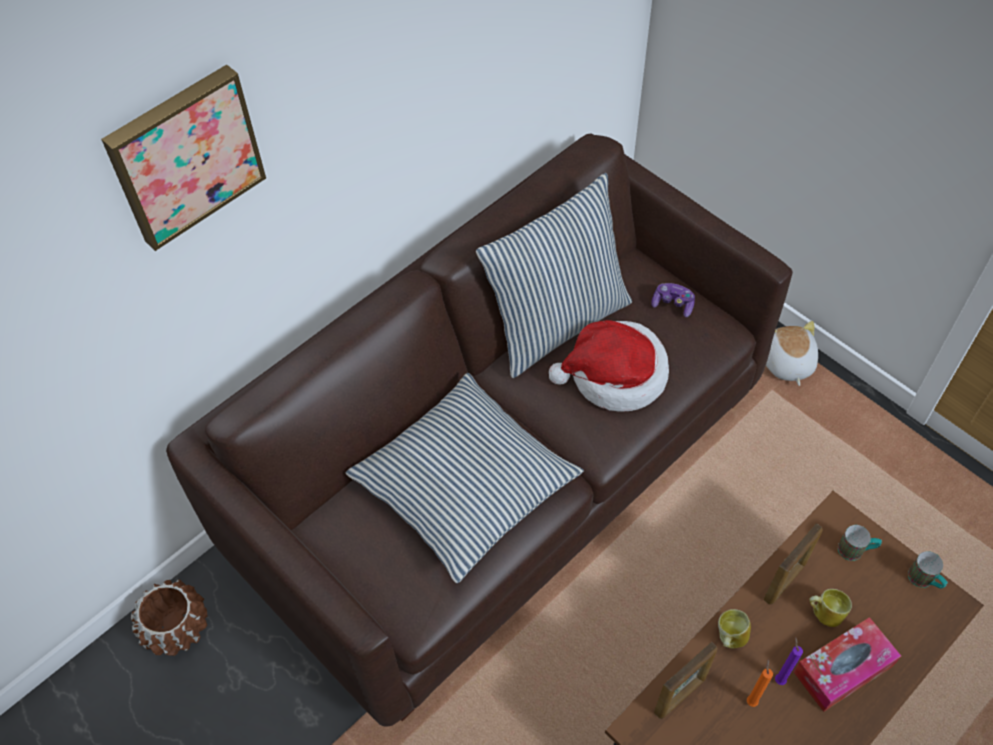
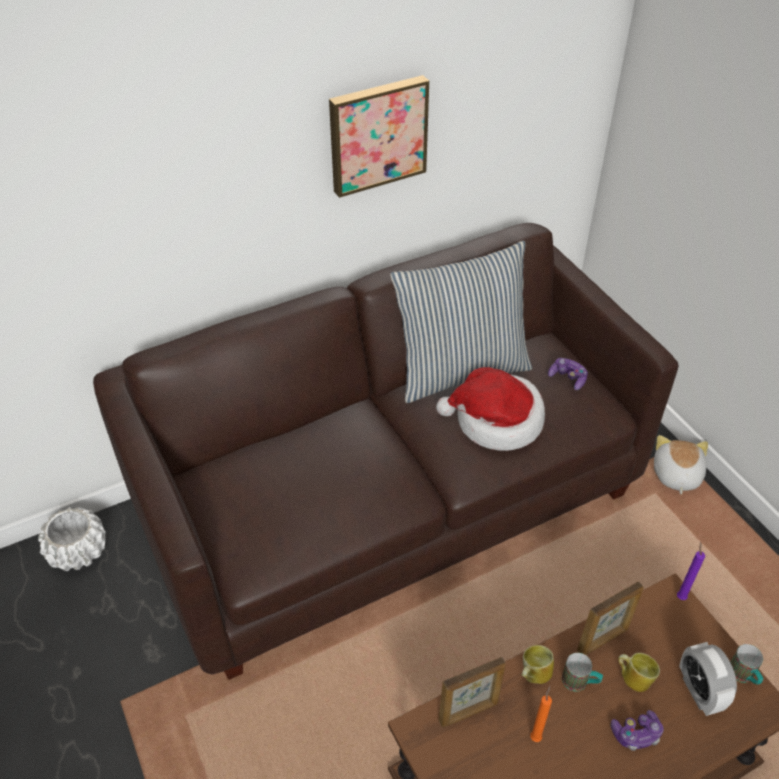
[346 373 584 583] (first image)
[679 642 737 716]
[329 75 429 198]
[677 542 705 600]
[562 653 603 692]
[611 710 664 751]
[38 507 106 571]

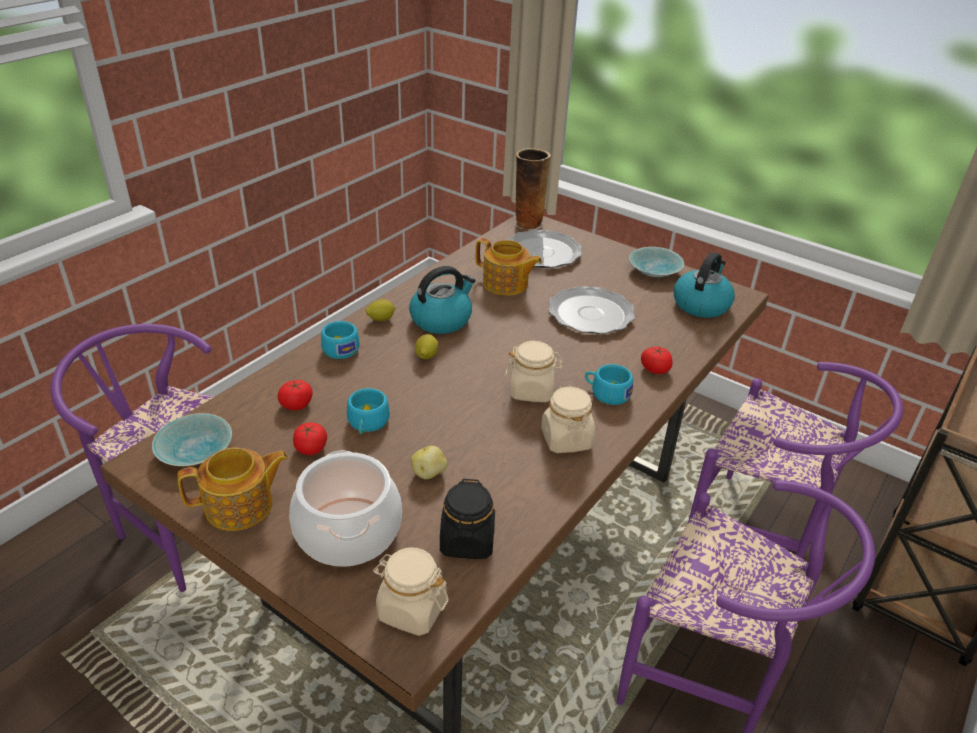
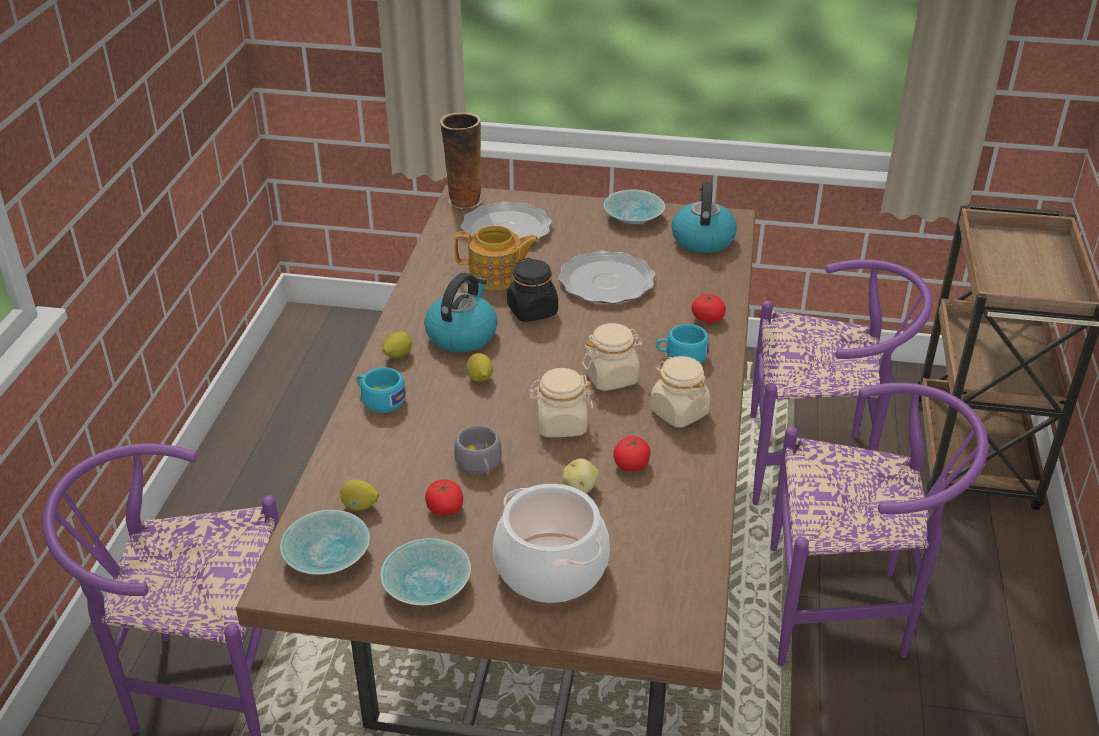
[340 480 379 511]
[614 436 651 471]
[529 368 593 437]
[507 258 558 322]
[380 538 471 605]
[454 425 502 476]

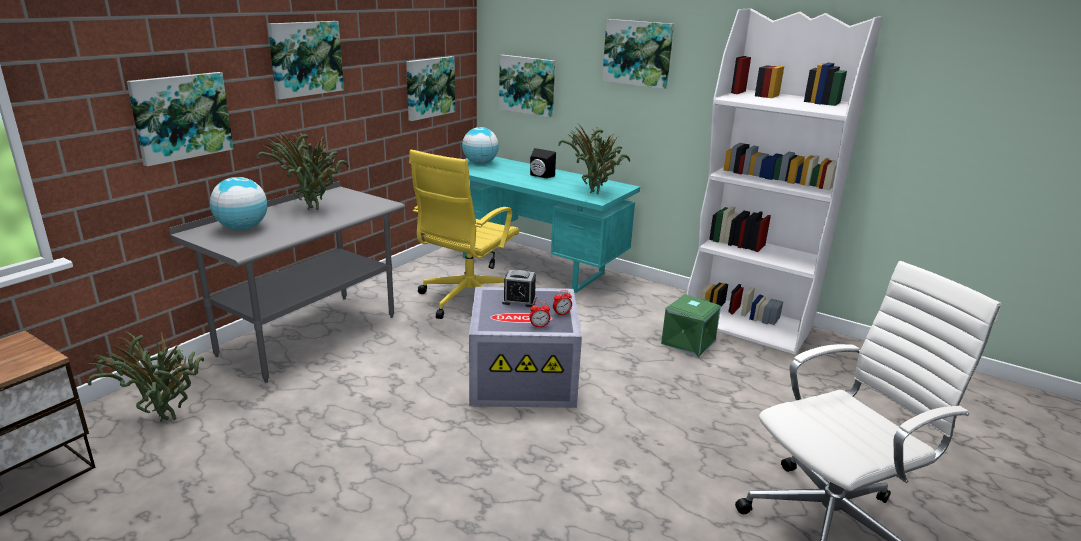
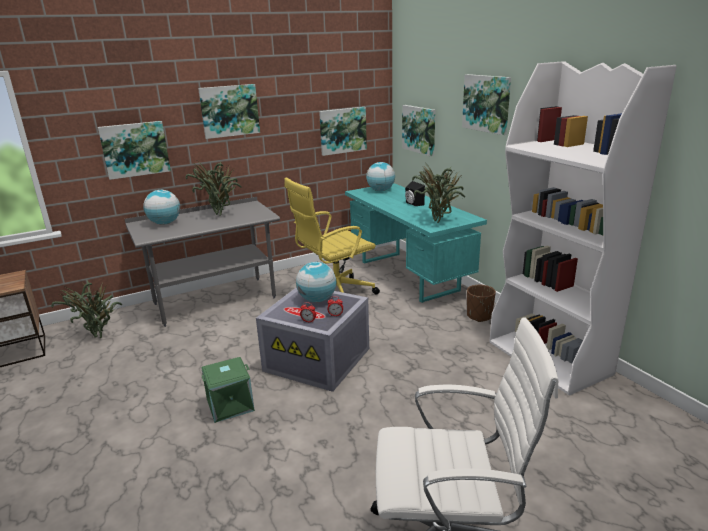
[467 285 496 322]
[201 357 255 423]
[296 262 336 302]

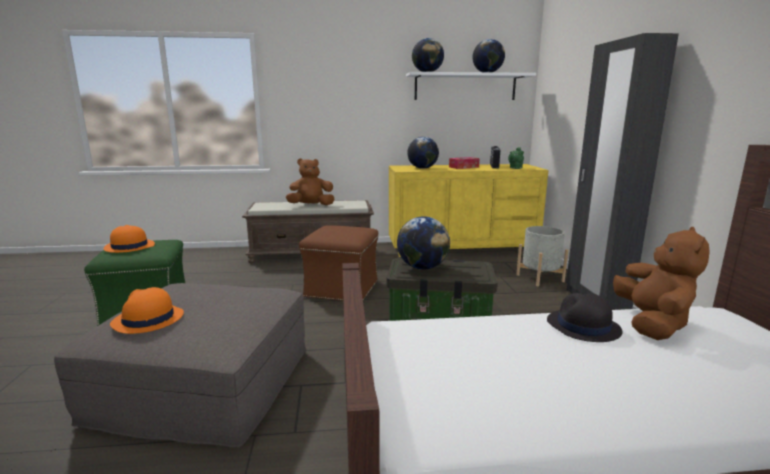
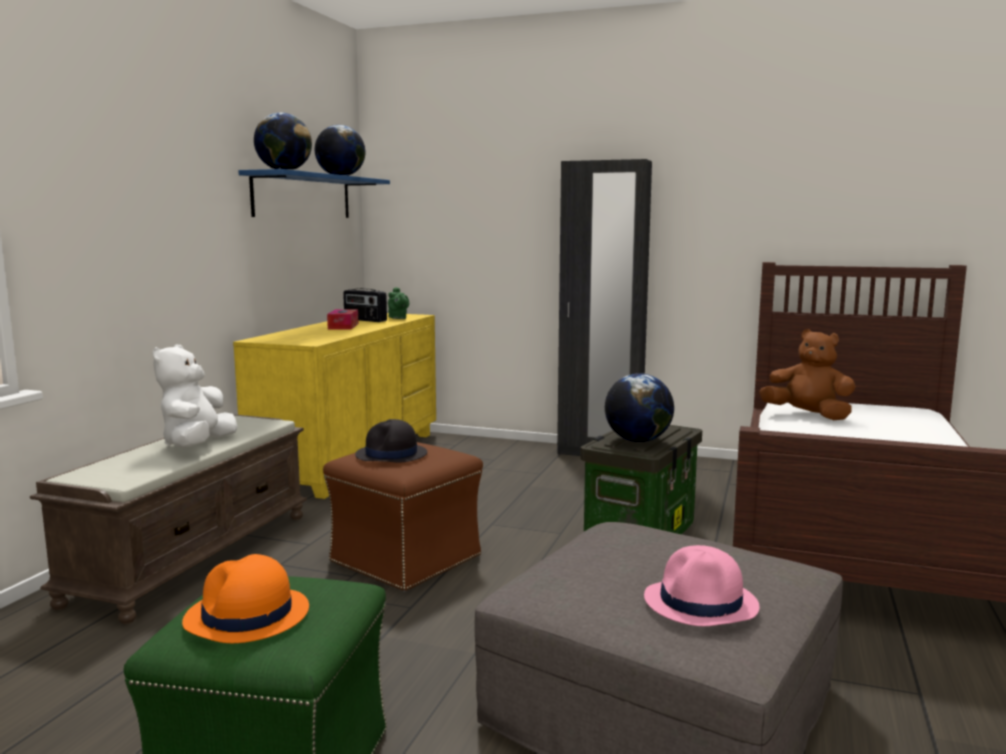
[407 137 439 169] (first image)
[516 226 568 286] (first image)
[355 419 427 462]
[644 545 760 626]
[153 344 237 447]
[239 169 390 218]

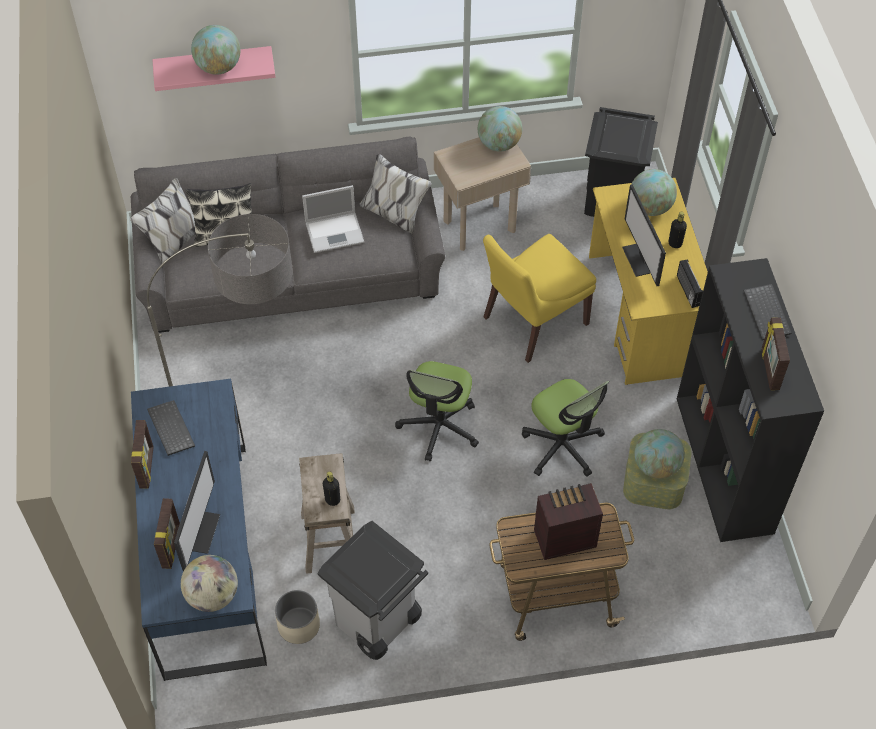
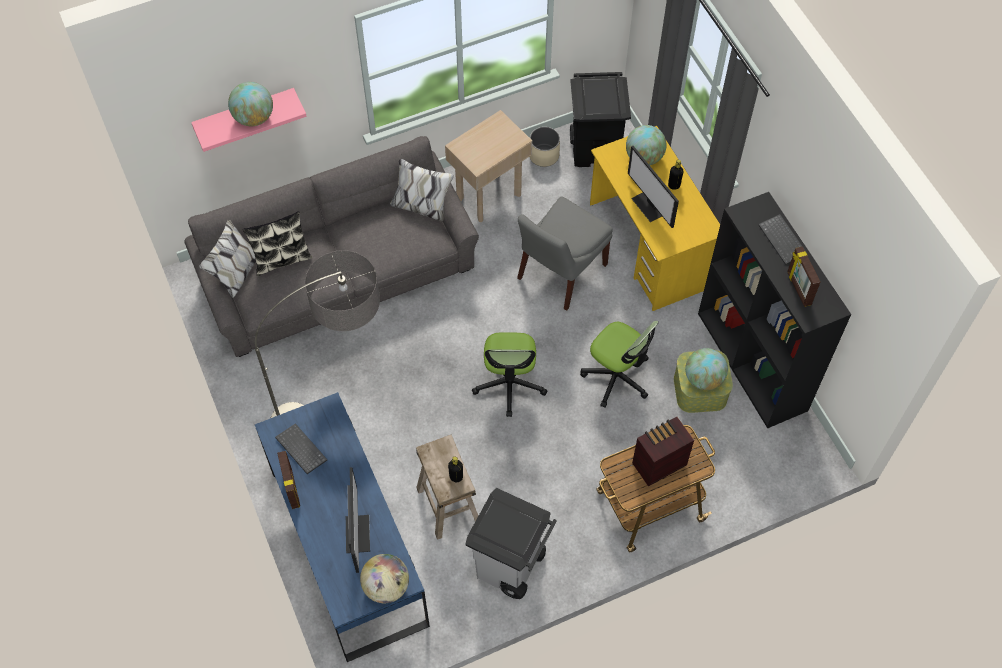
[154 498 180 569] (first image)
[302 185 364 253] (first image)
[478 106 522 152] (first image)
[677 259 703 308] (first image)
[530 127 560 167]
[517 196 613 311]

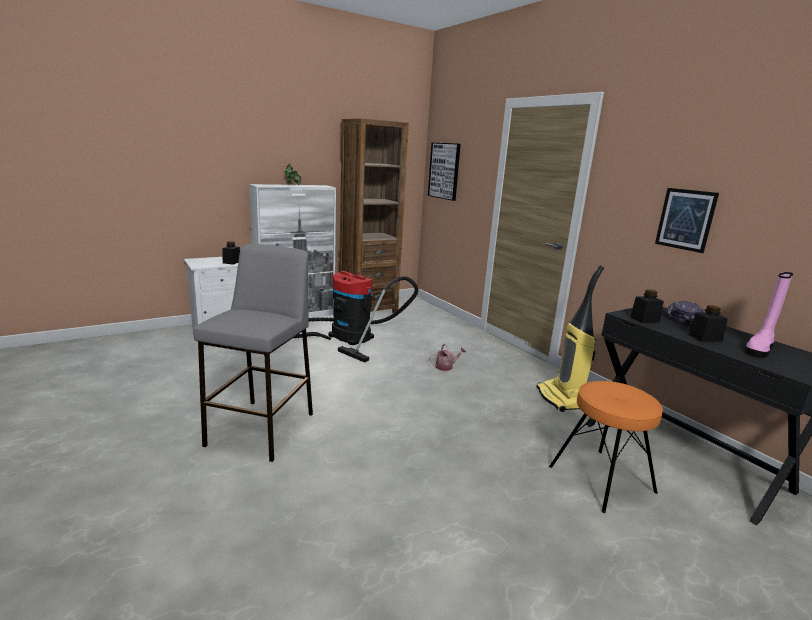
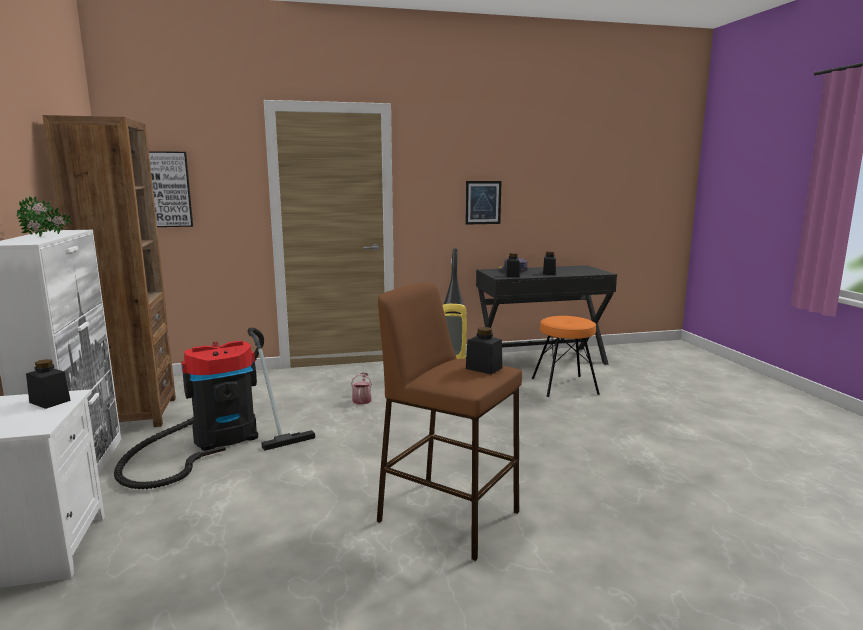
[744 272 793 358] (first image)
[466 327 502 374]
[377 282 522 561]

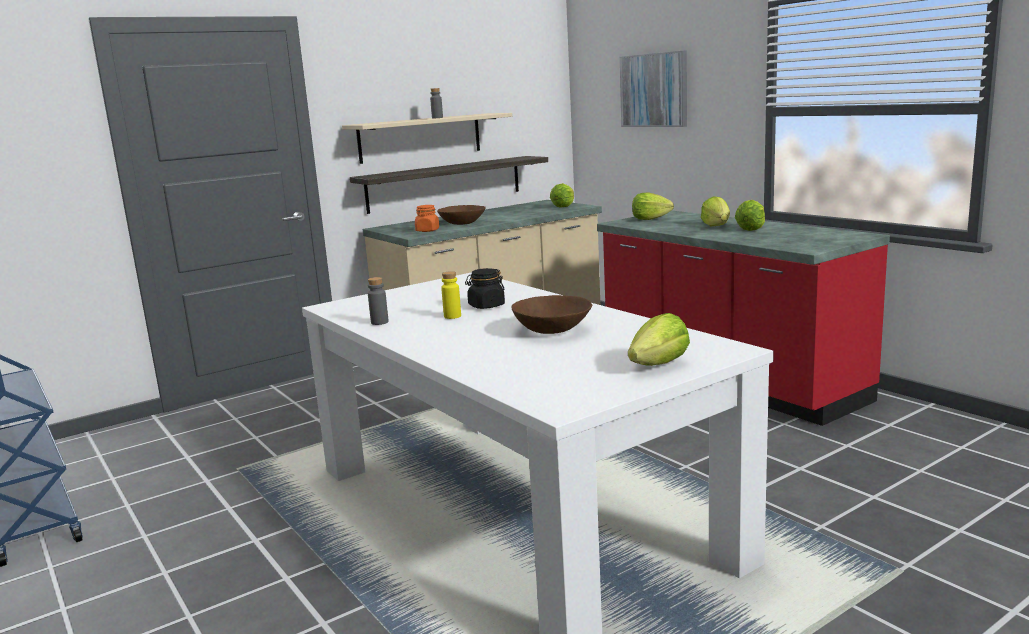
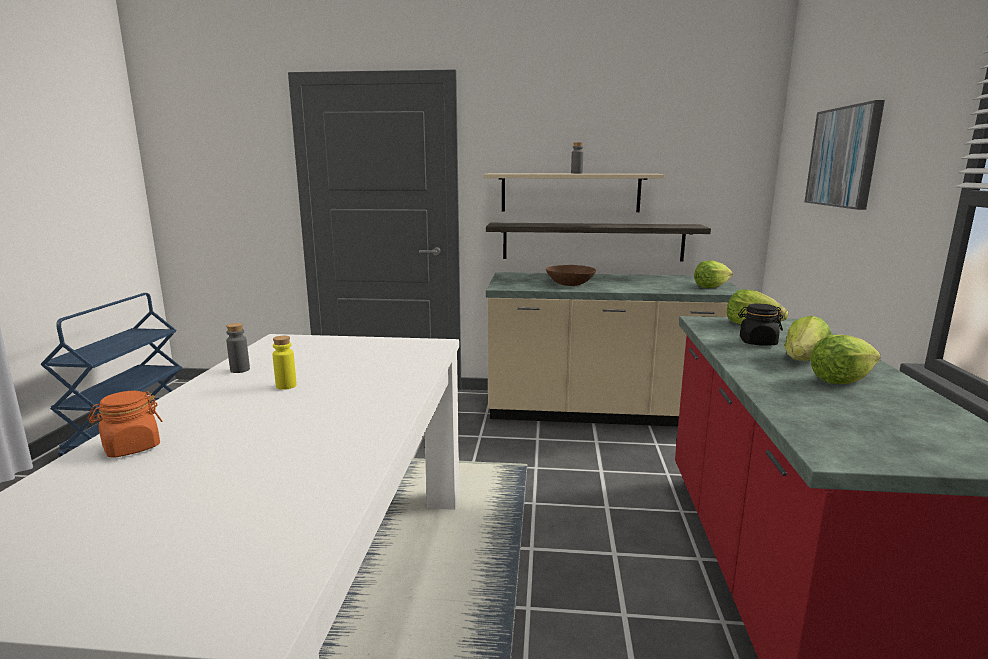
[512 295 592 334] (first image)
[628 313 690 366] (first image)
[88 391 163 457]
[738 303 783 346]

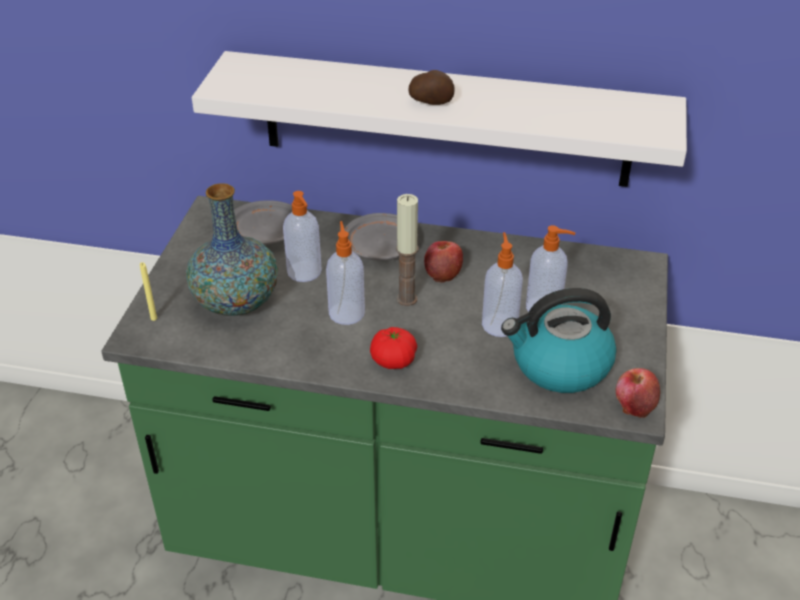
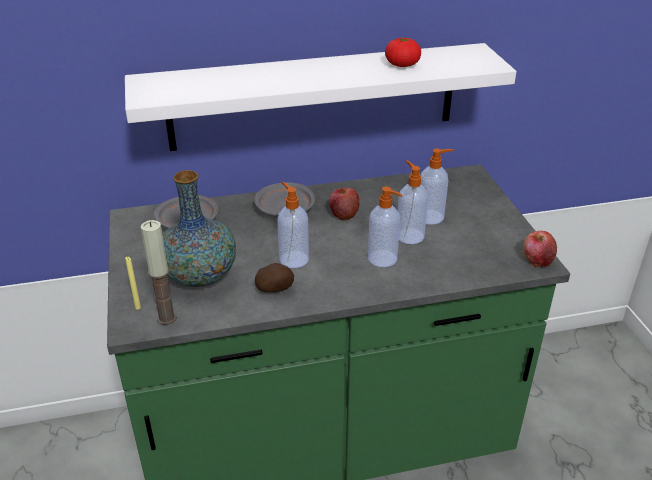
[501 288 616 393] (first image)
[368 187 403 267]
[385 37 421 67]
[141 220 177 325]
[255 263 294 292]

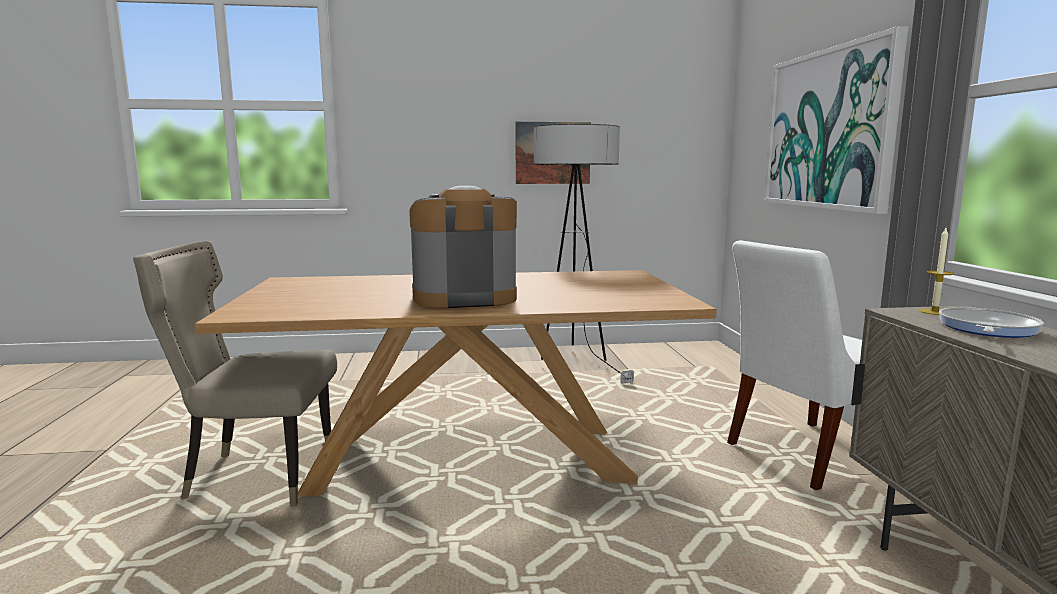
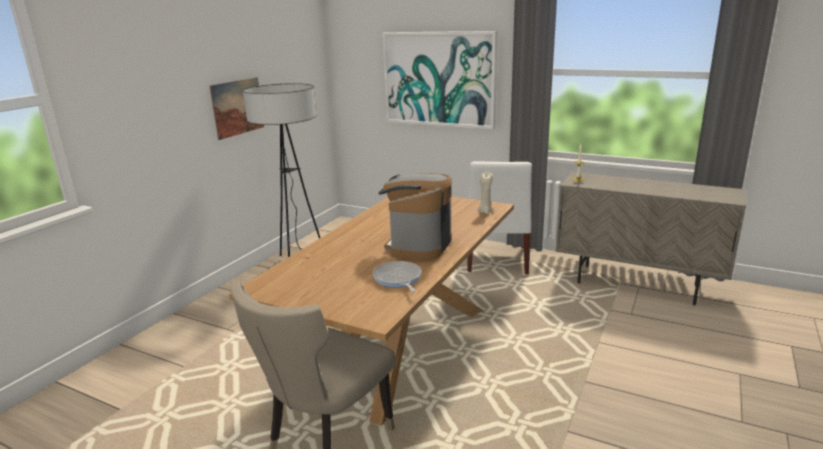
[478 172 493 214]
[373 261 422 292]

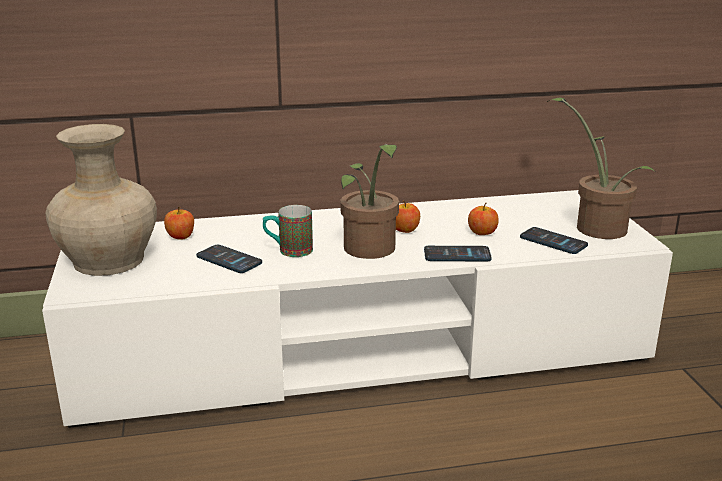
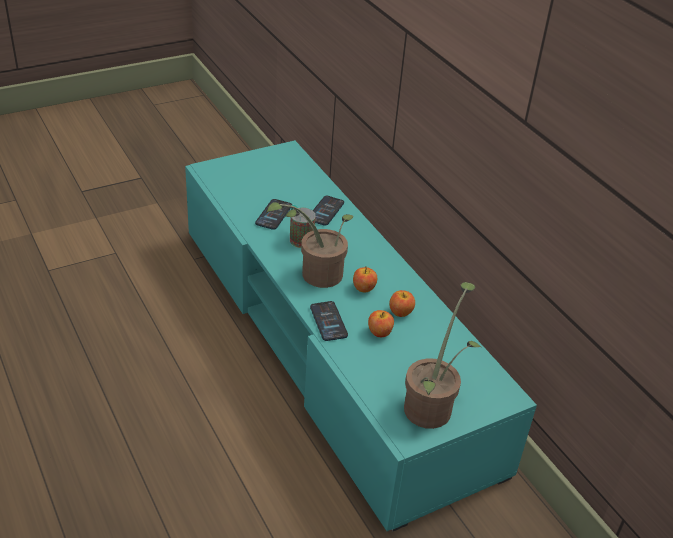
[46 124 157 276] (first image)
[389 290 415 317]
[313 196 344 226]
[185 140 537 532]

